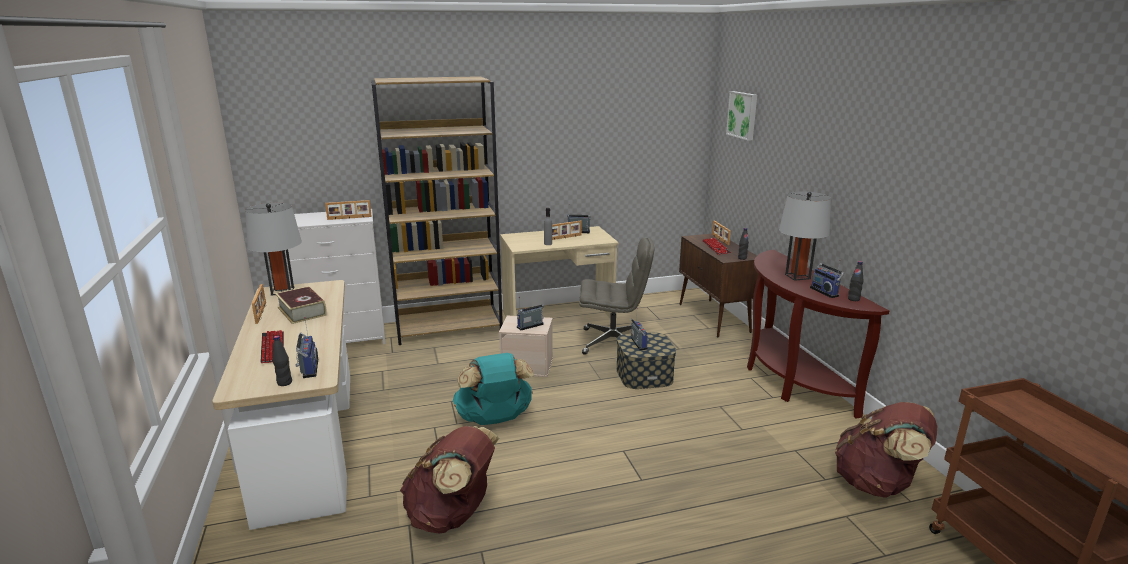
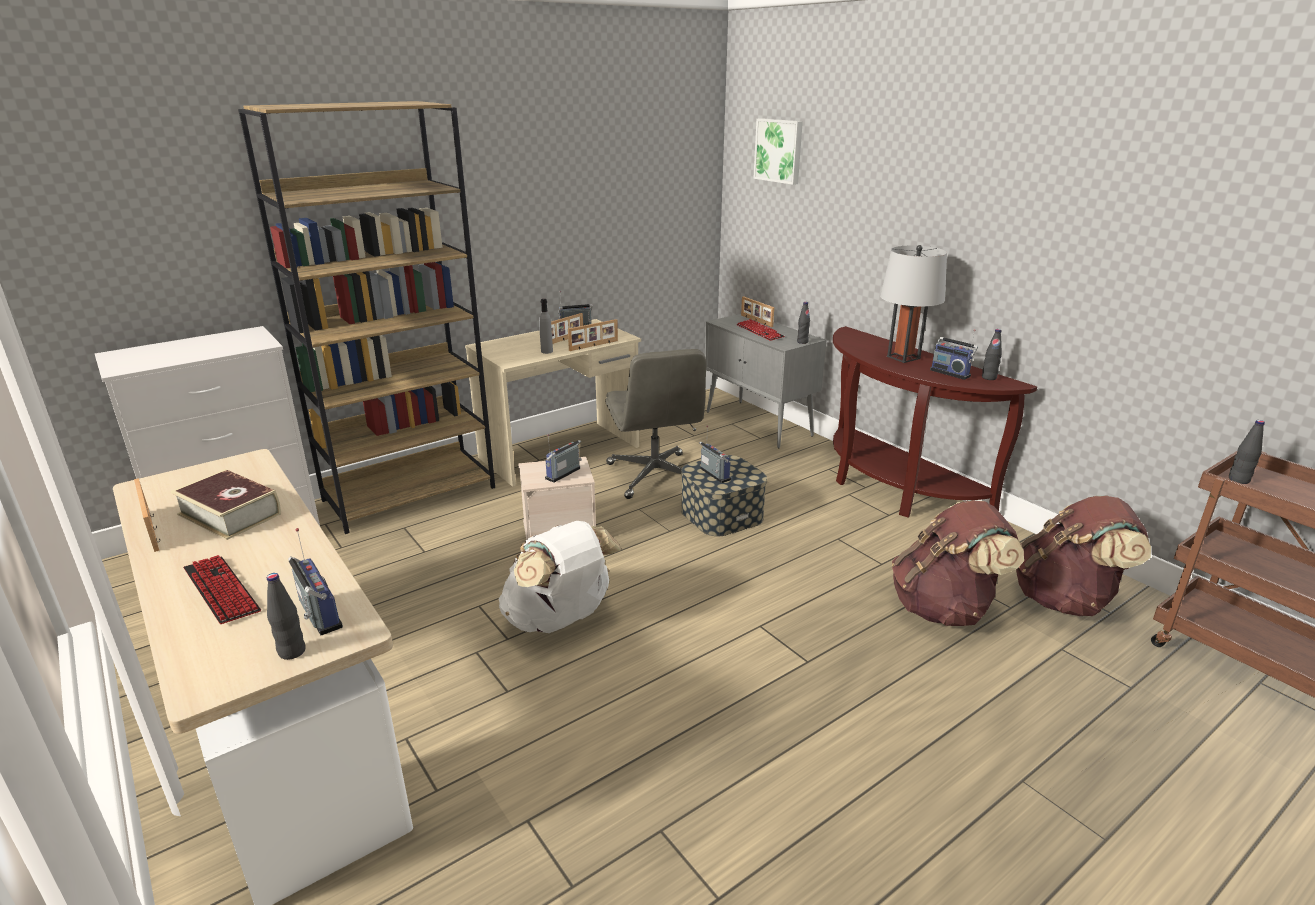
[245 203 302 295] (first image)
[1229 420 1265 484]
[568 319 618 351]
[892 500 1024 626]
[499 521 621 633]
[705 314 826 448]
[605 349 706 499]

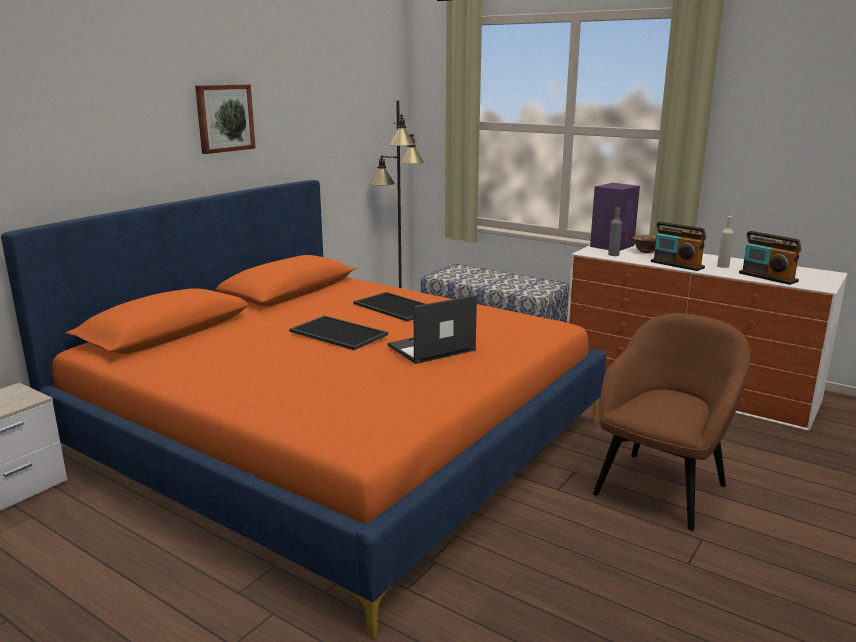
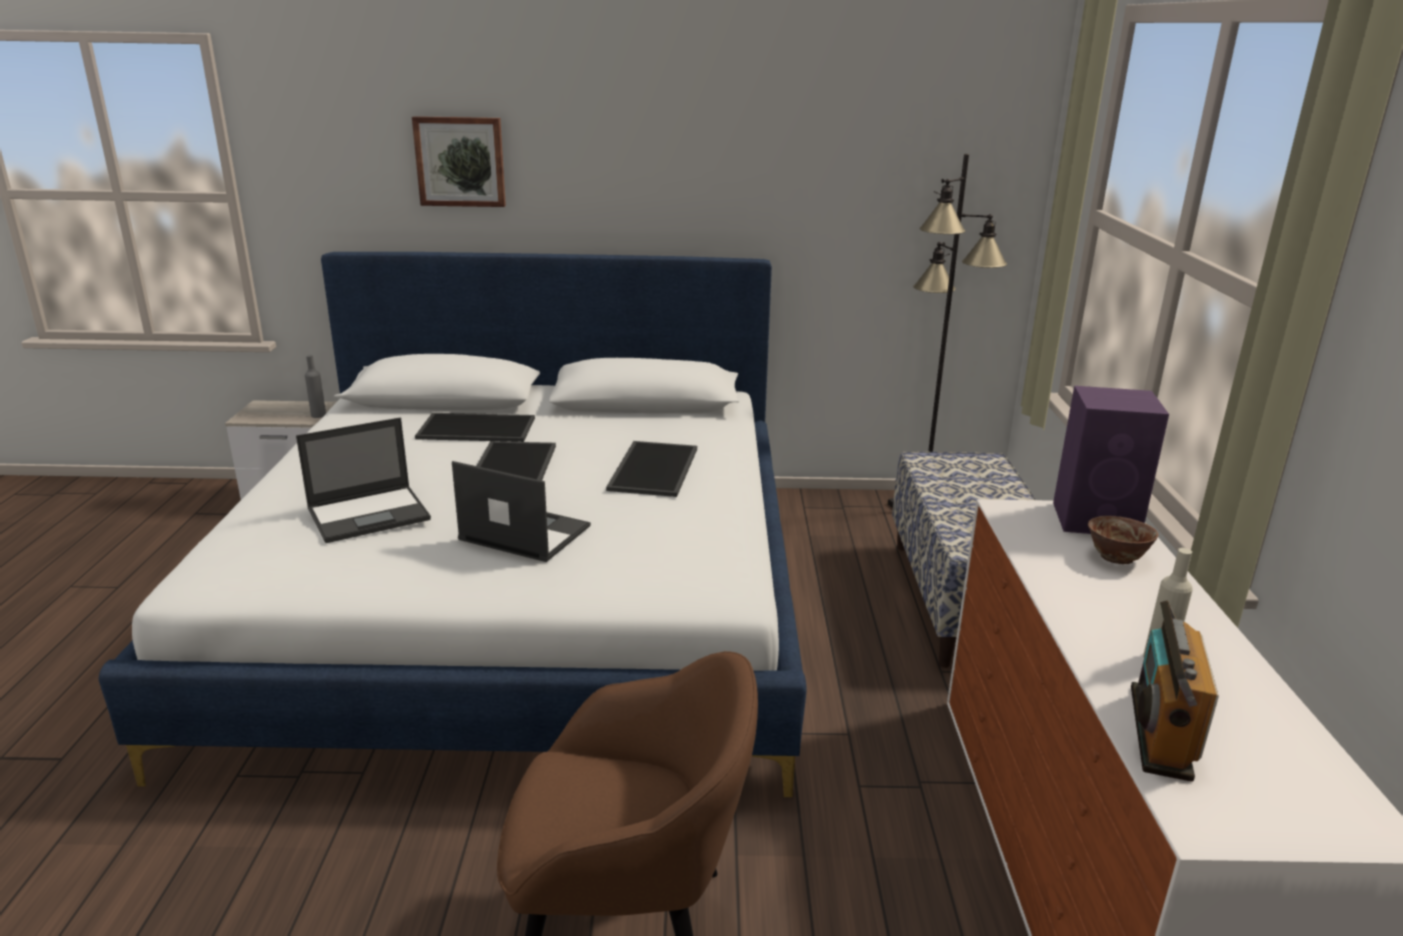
[651 222 706 271] (first image)
[296 417 431 543]
[415 413 535 442]
[412 116 506 207]
[305 355 326 418]
[99 252 807 797]

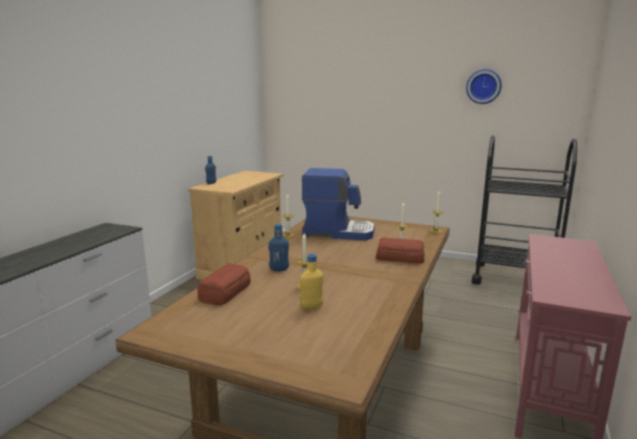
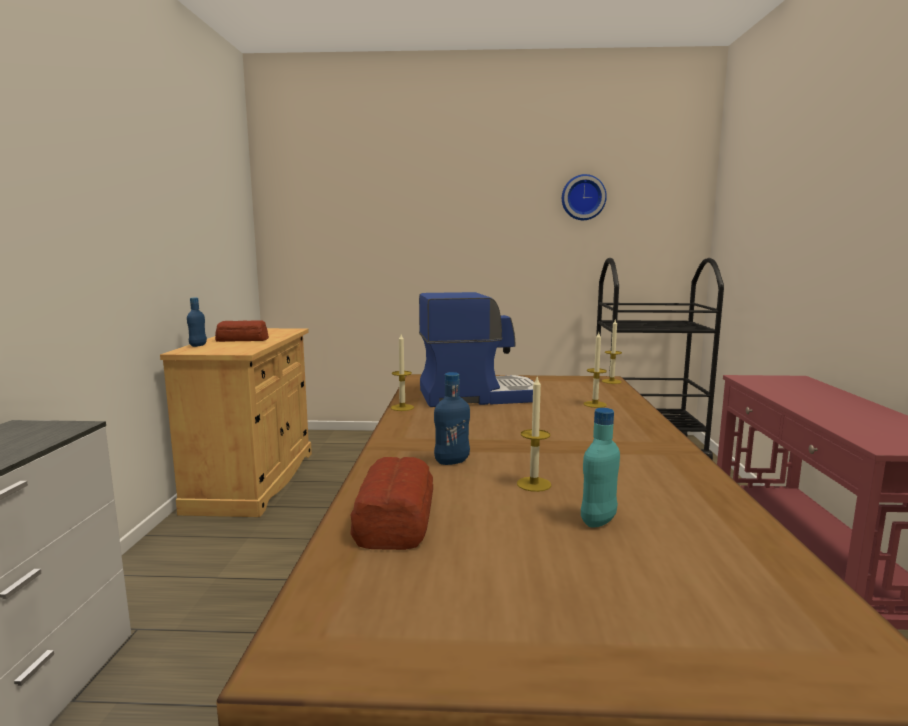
[215 320 269 342]
[581 408 620 527]

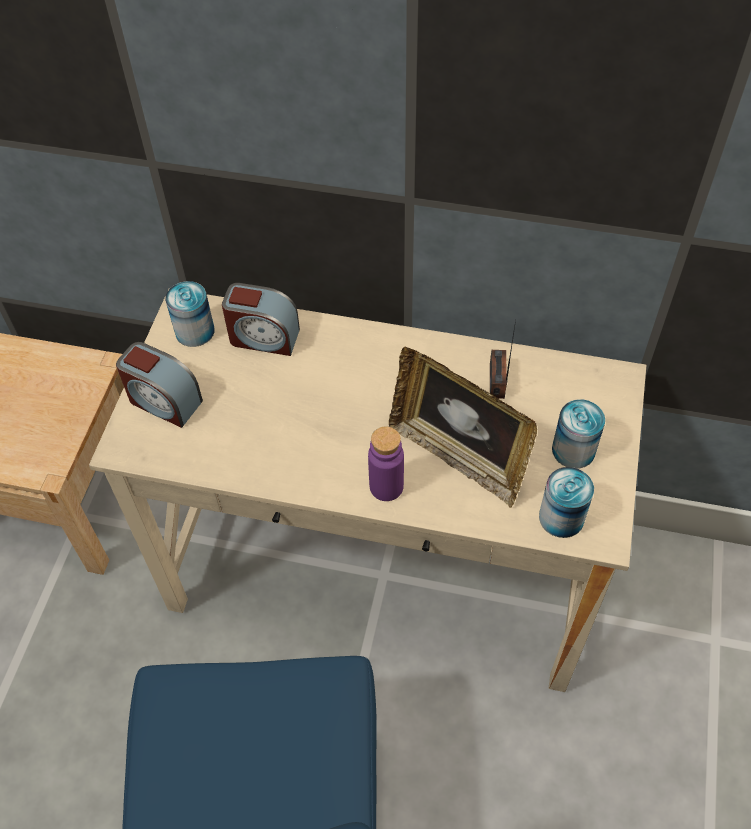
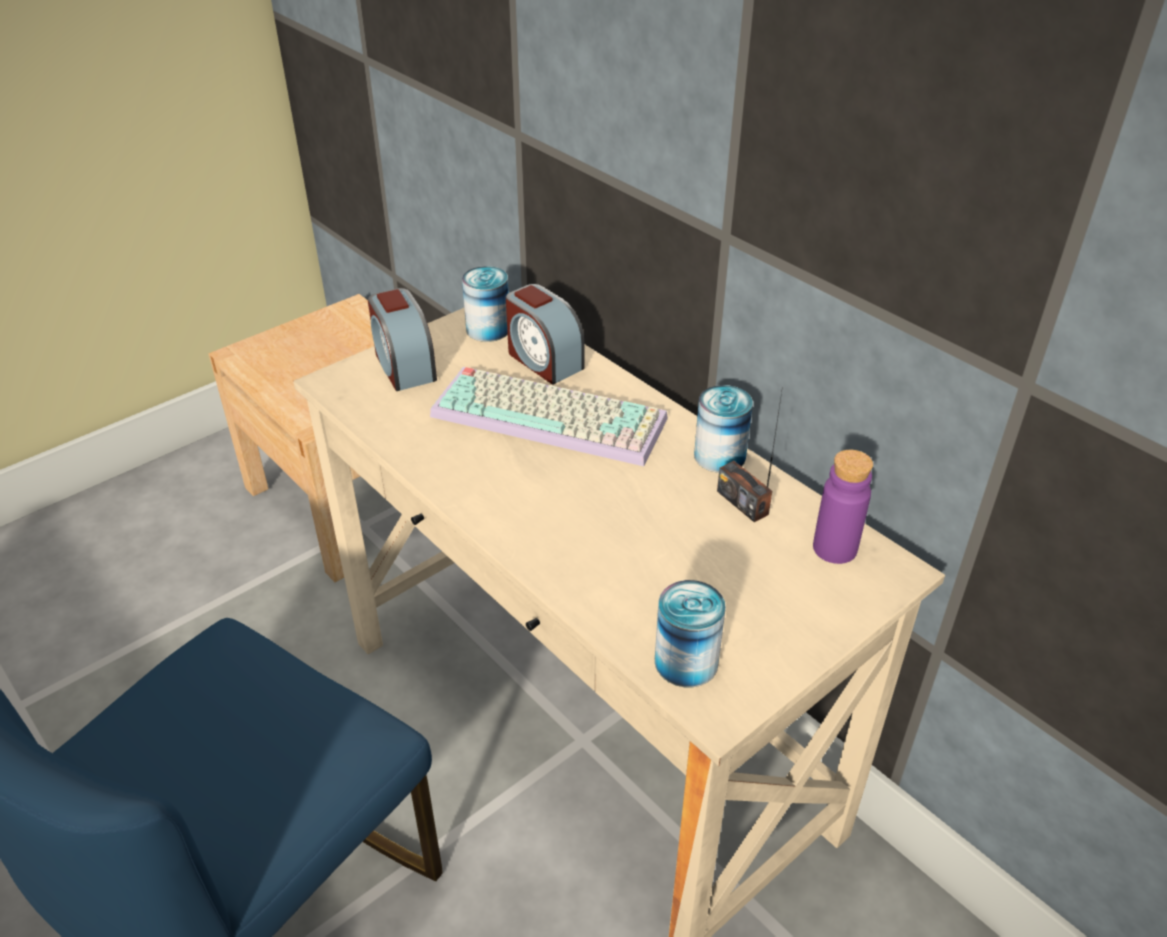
[389 347 537 508] (first image)
[430 367 668 466]
[813 450 873 564]
[694 385 753 473]
[717 392 782 522]

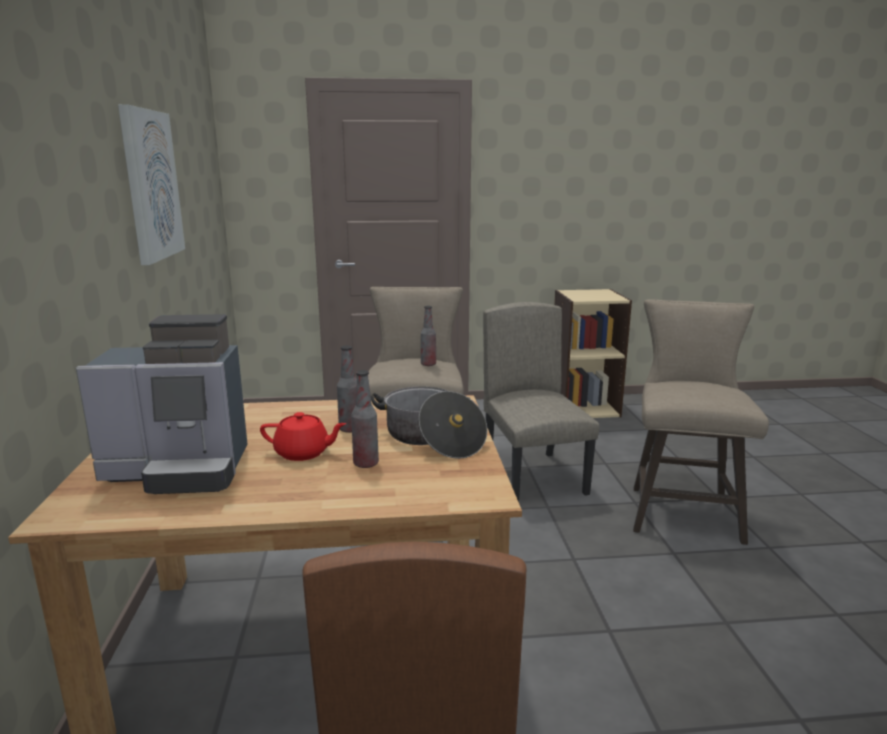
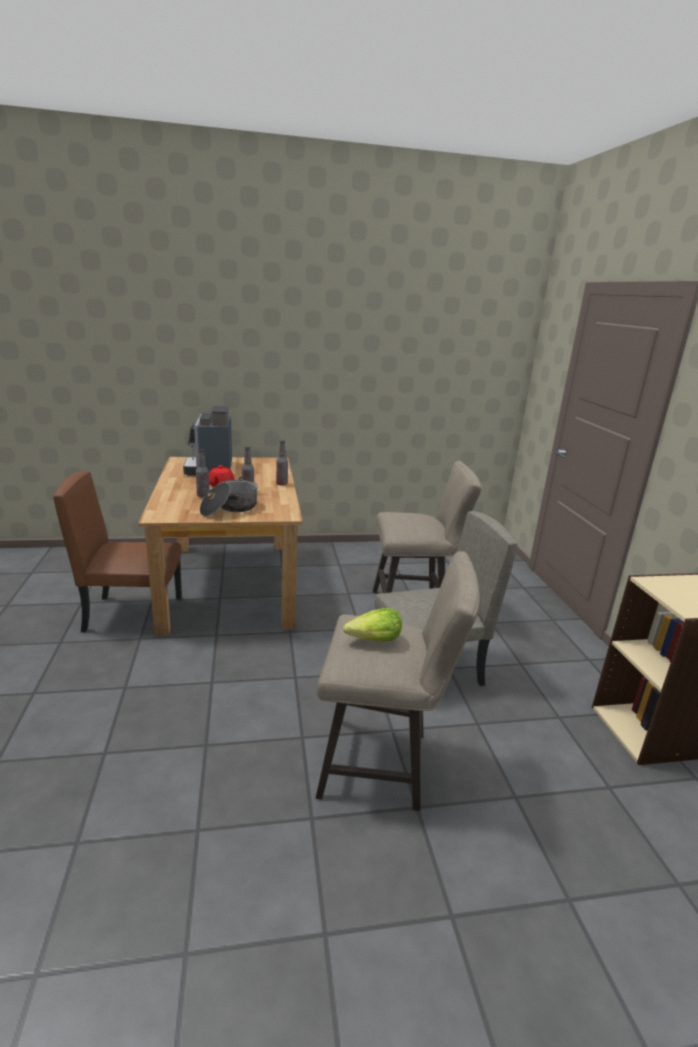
[118 104 185 265] (first image)
[343 608 402 641]
[276 440 288 486]

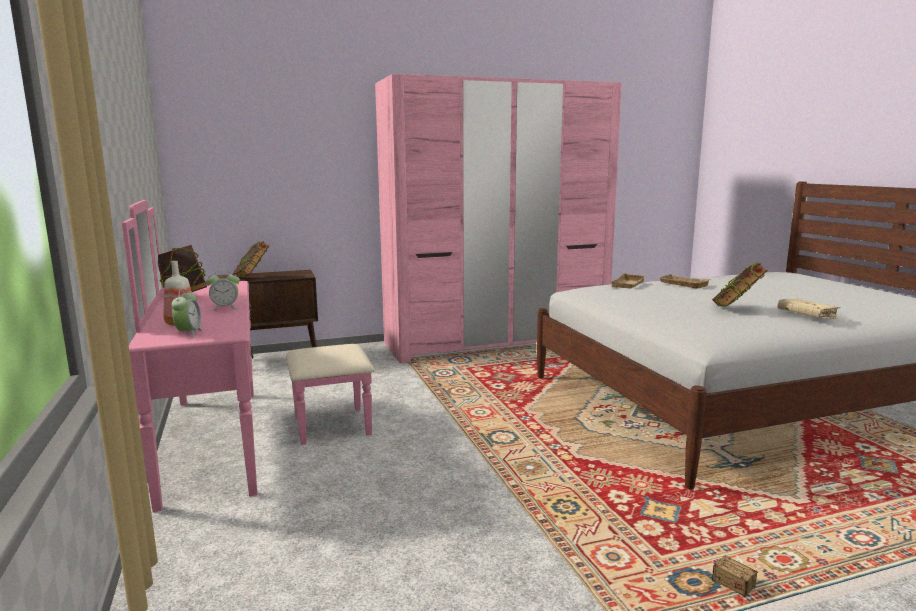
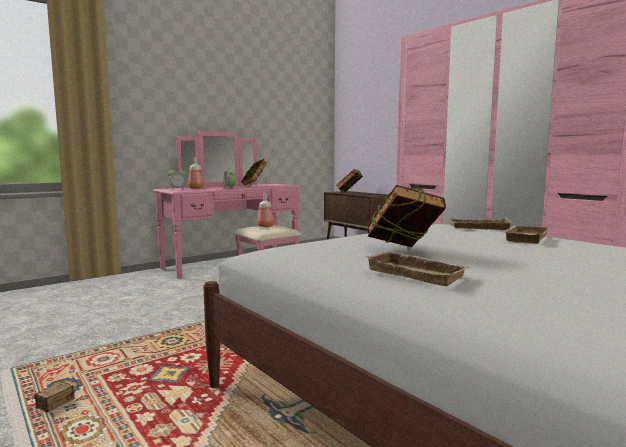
[258 193 274 227]
[364 251 471 286]

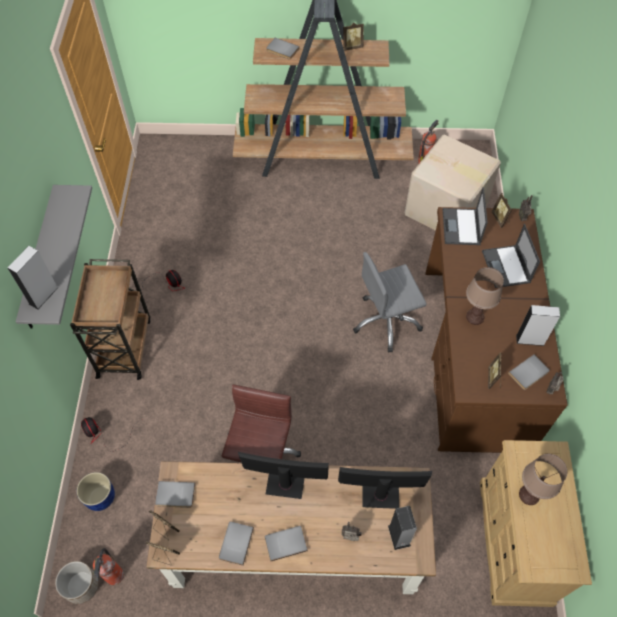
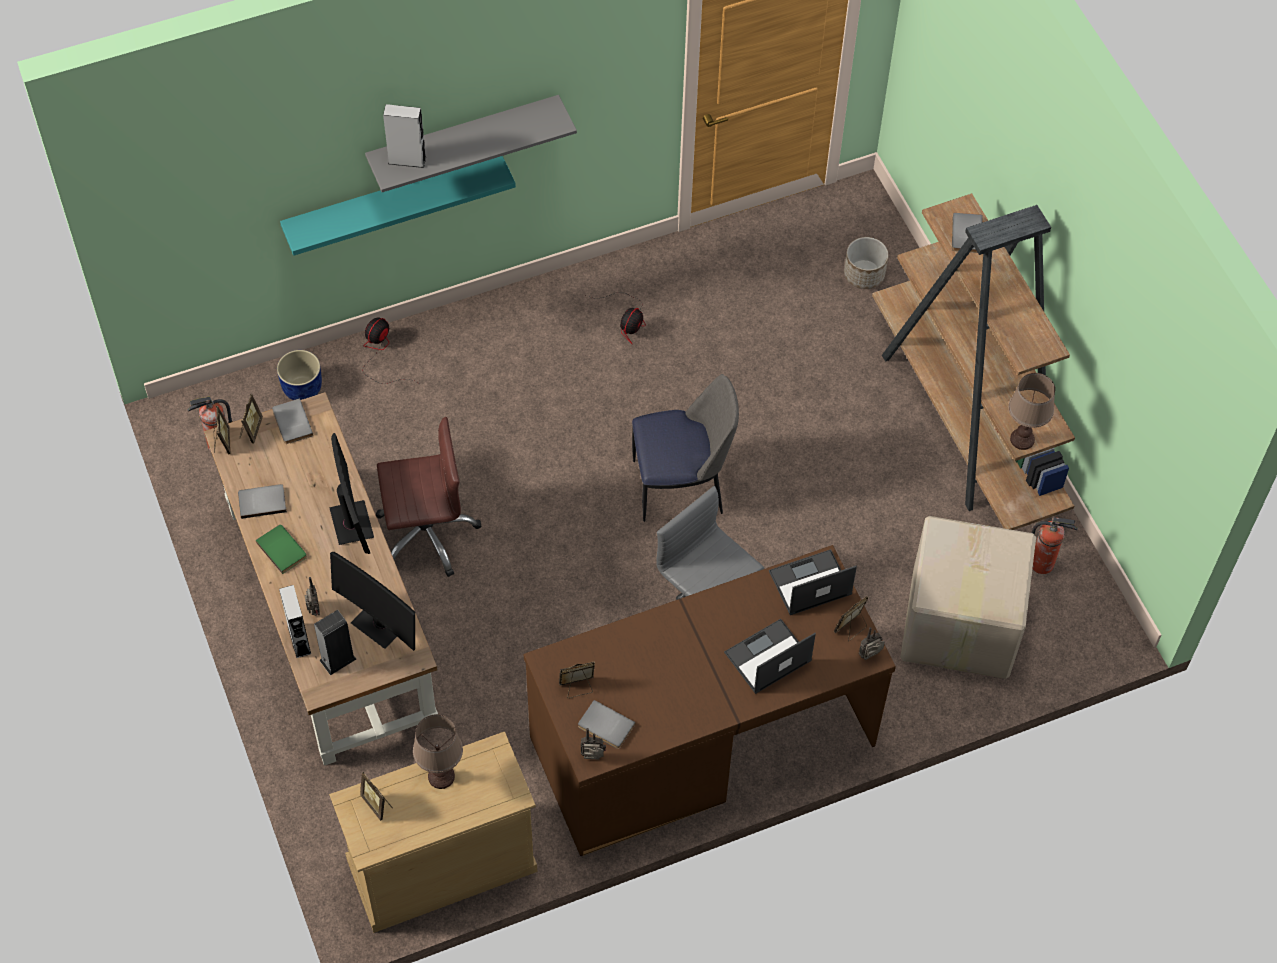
[70 259 151 380] (first image)
[280 156 516 256]
[632 374 739 522]
[844 237 889 289]
[360 772 393 821]
[1008 373 1055 450]
[279 585 311 658]
[256 525 307 574]
[330 552 415 651]

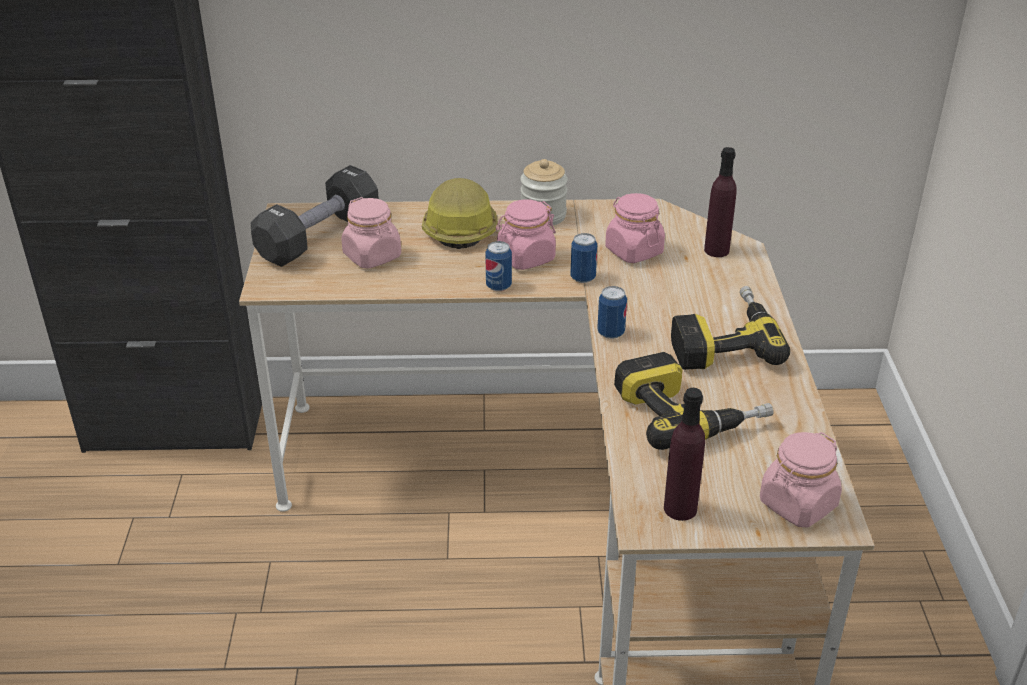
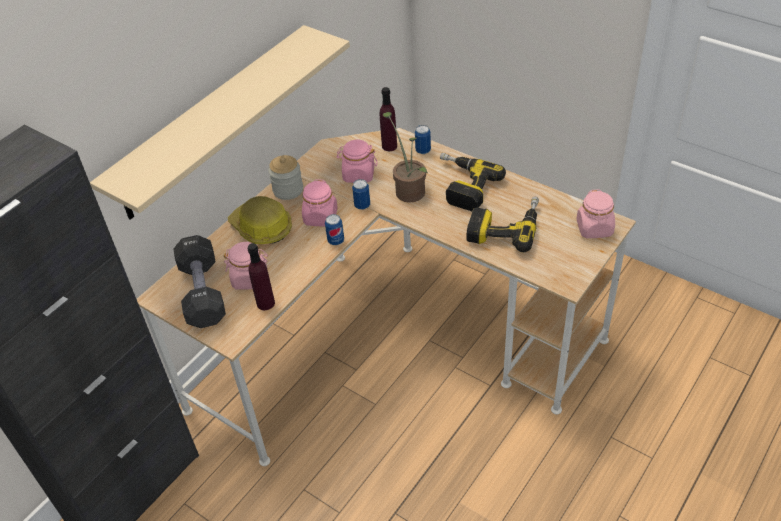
[90 25 350 220]
[383 112 428 203]
[415 125 431 154]
[248 243 275 310]

